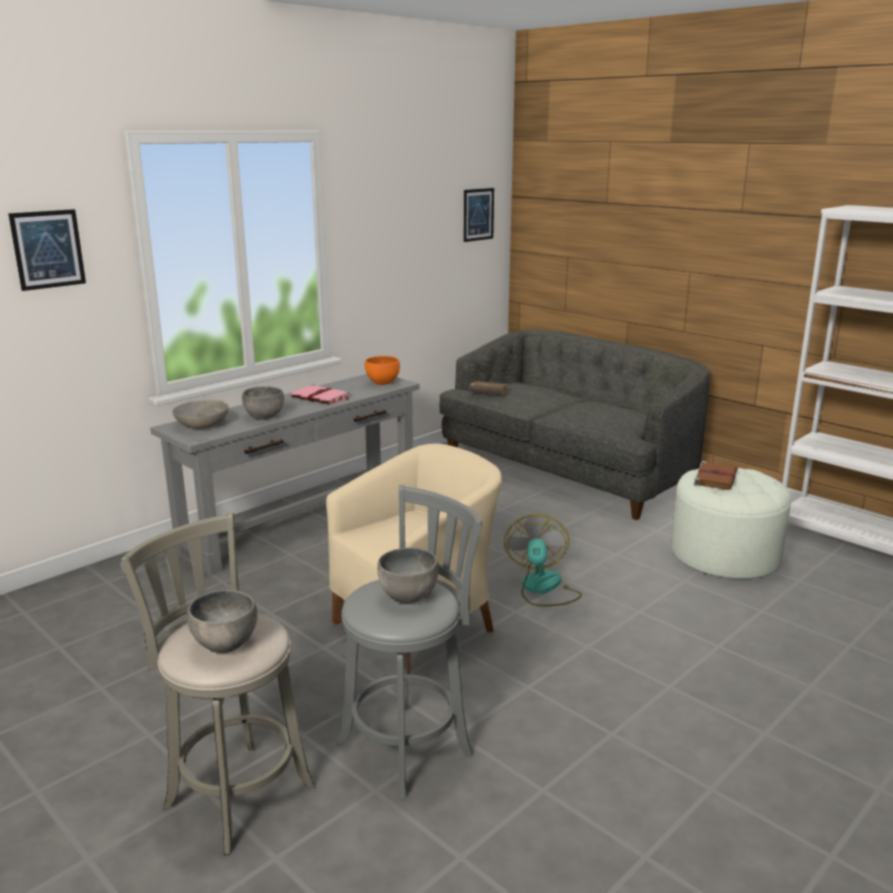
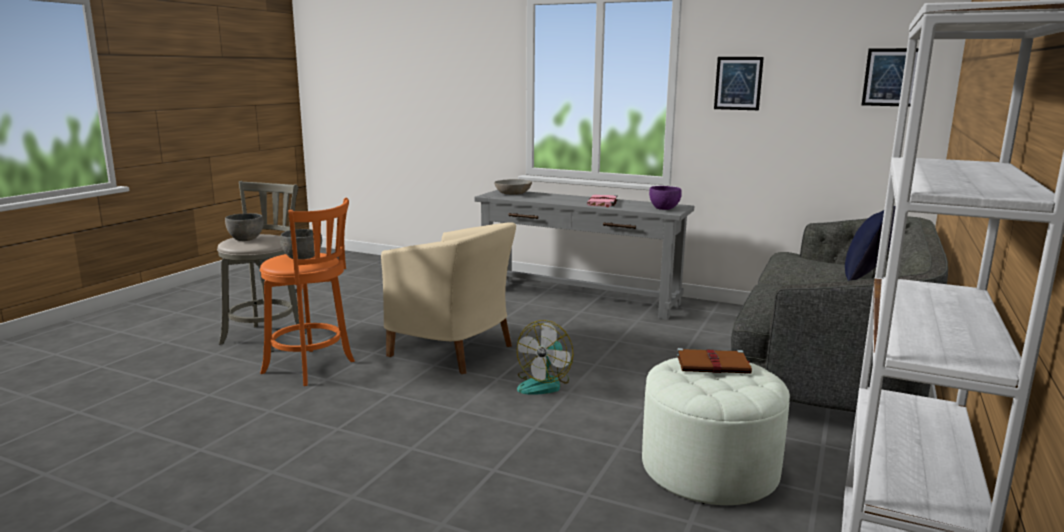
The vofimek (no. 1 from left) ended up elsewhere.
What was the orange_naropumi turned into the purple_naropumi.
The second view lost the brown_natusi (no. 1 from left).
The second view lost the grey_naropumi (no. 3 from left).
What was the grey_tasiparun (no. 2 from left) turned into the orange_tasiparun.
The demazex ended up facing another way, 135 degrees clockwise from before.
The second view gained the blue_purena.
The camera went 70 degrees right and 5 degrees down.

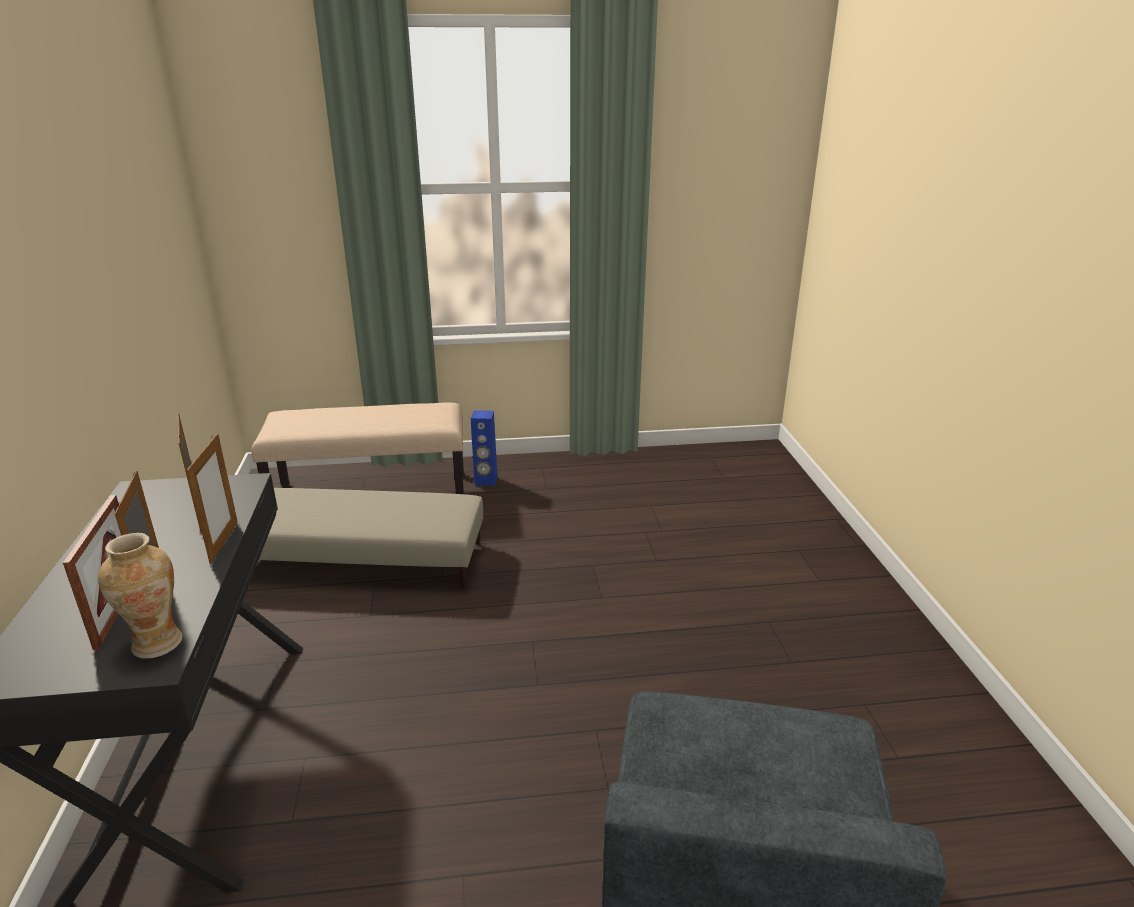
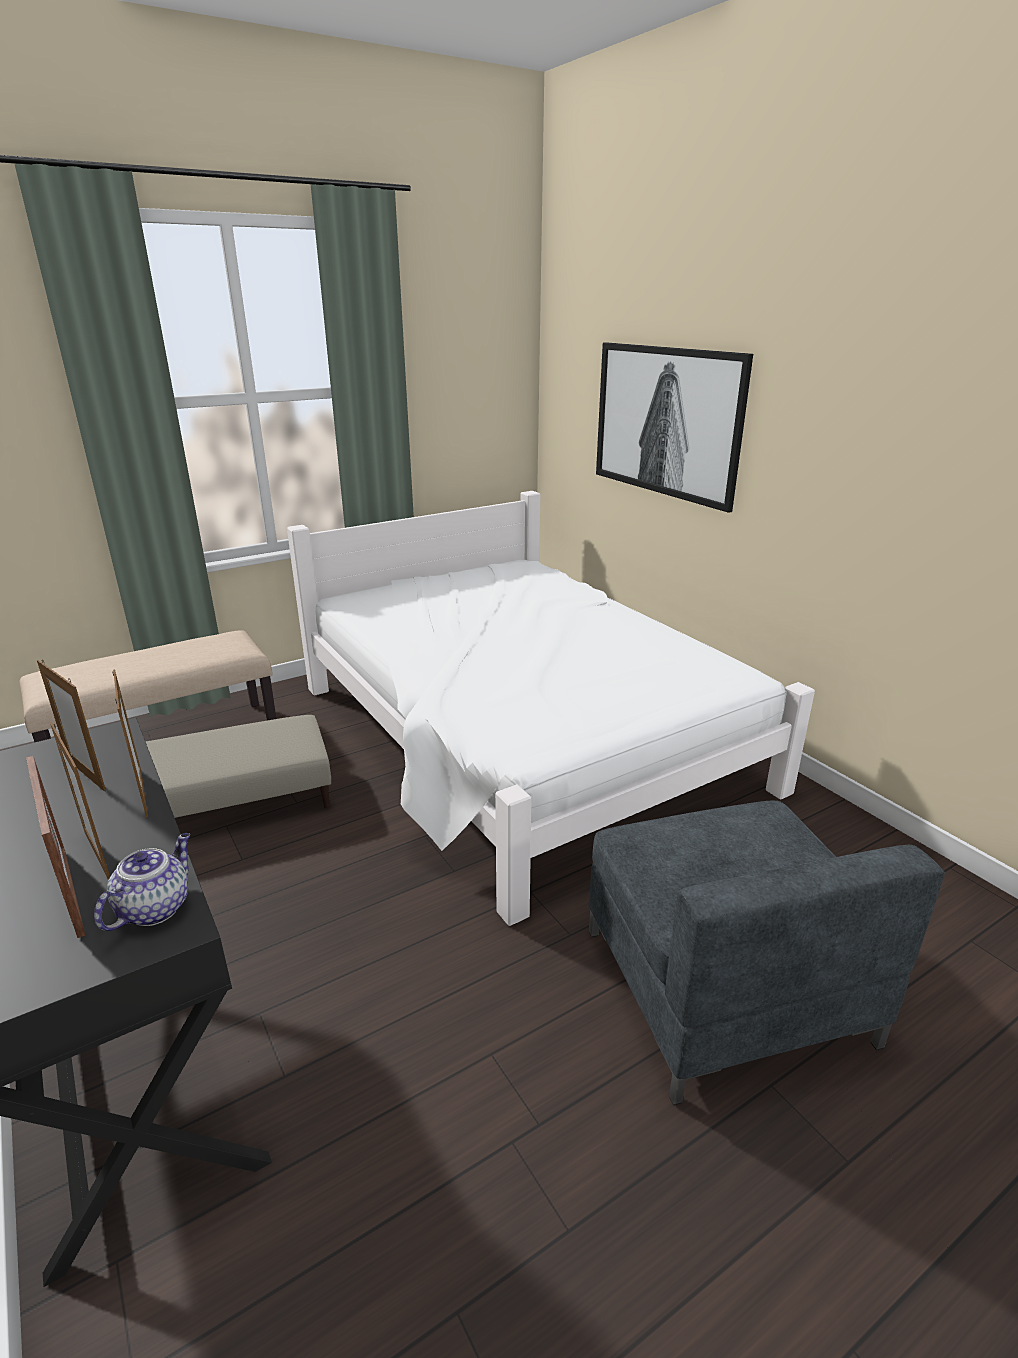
The second view lost the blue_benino.
Where the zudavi stood, the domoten came to stand.
The second view gained the vofimek.
The second view gained the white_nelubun.
The camera went 25 degrees left and 0 degrees up.

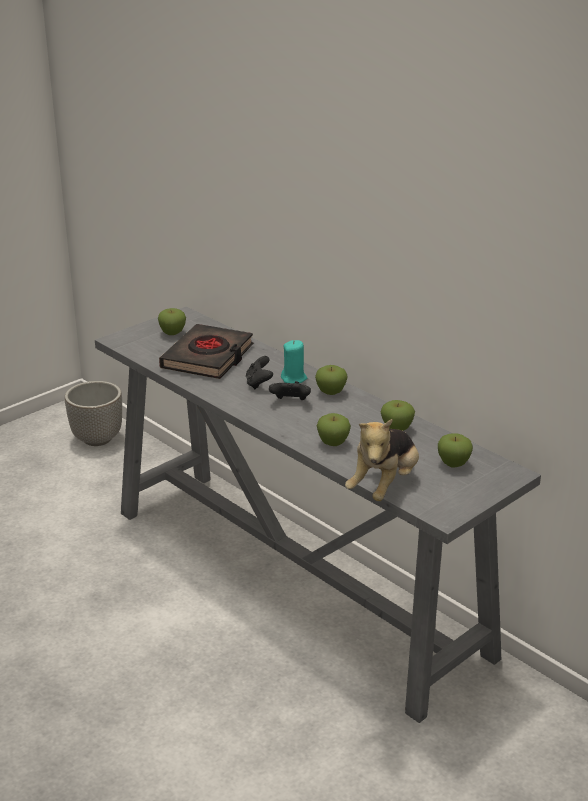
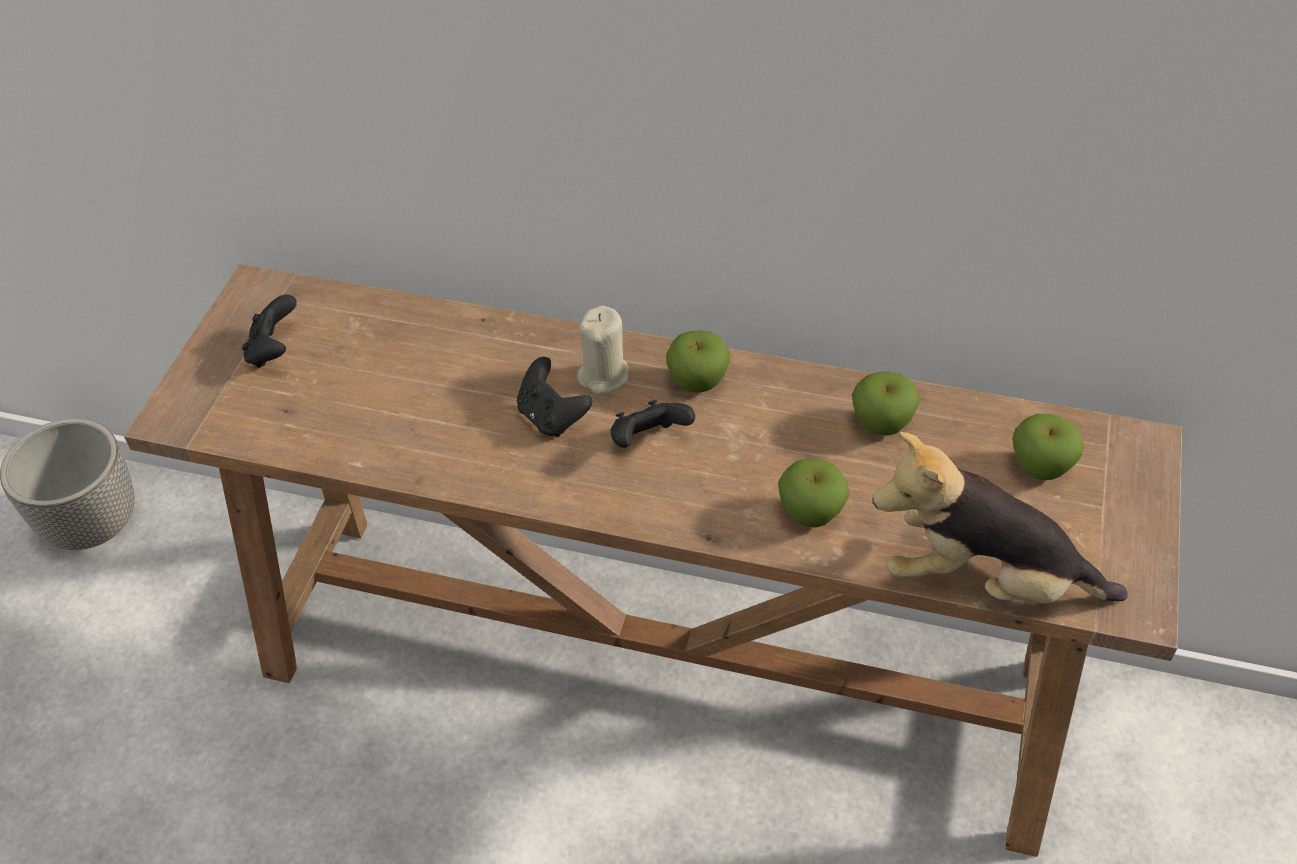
What was the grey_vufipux turned into the brown_vufipux.
Where the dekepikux (no. 1 from left) stood, the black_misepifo (no. 1 from left) came to stand.
The second view lost the black_natusi.
What was the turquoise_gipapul turned into the beige_gipapul.
The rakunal ended up facing another way, 105 degrees clockwise from before.
The camera went 30 degrees left and 20 degrees up.

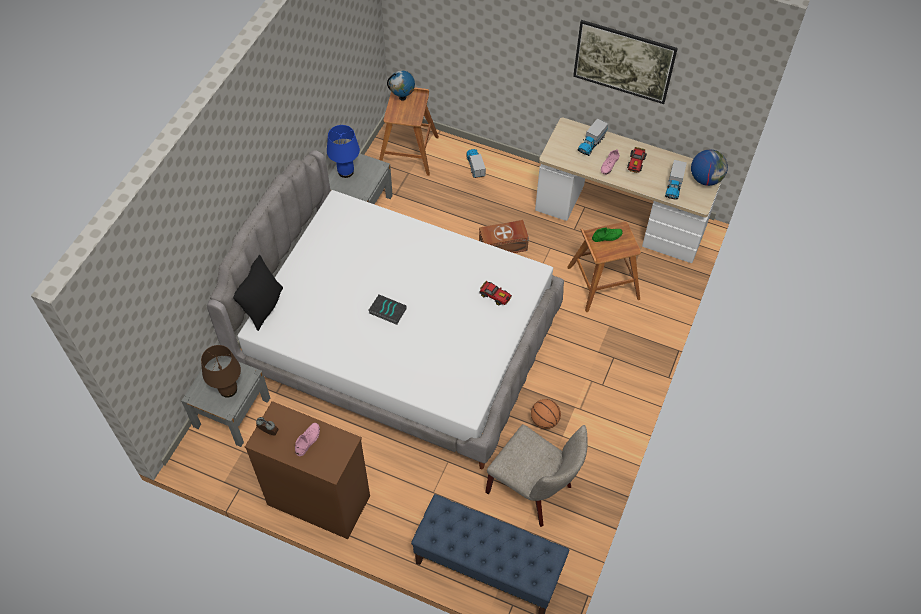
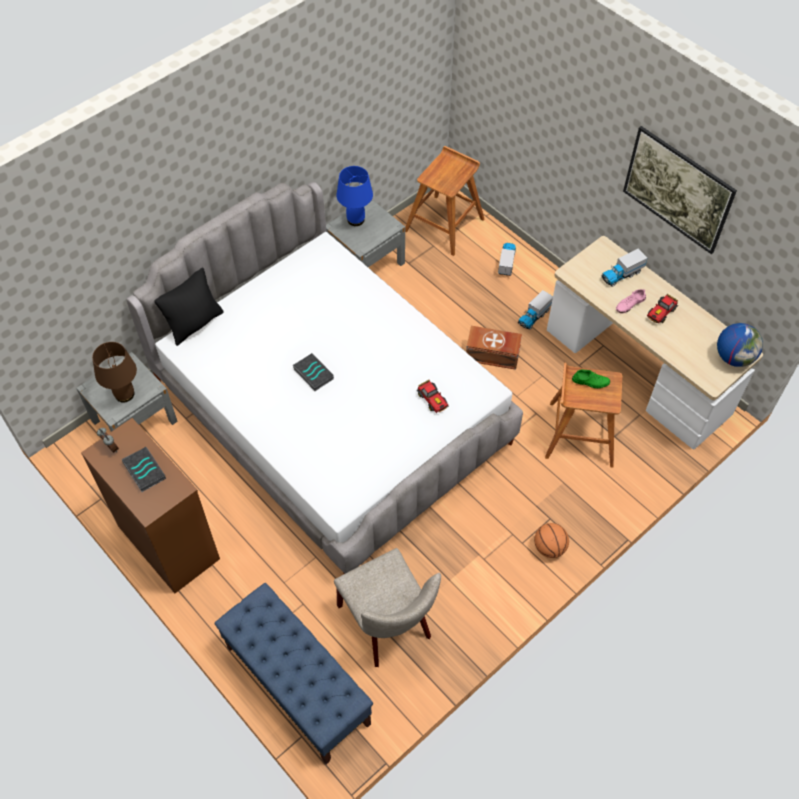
The second view lost the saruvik (no. 1 from left).
The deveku (no. 3 from left in the first image) ended up elsewhere.
The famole ended up elsewhere.
Where the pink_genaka (no. 1 from left) stood, the natusi (no. 1 from left) came to stand.
The camera went 25 degrees right and 0 degrees up.

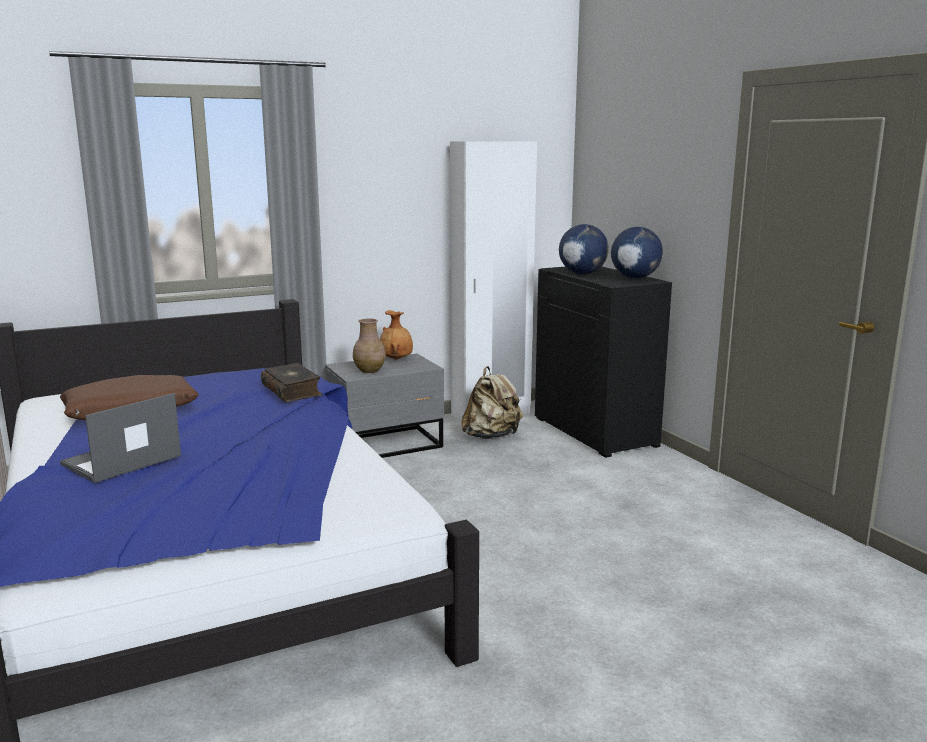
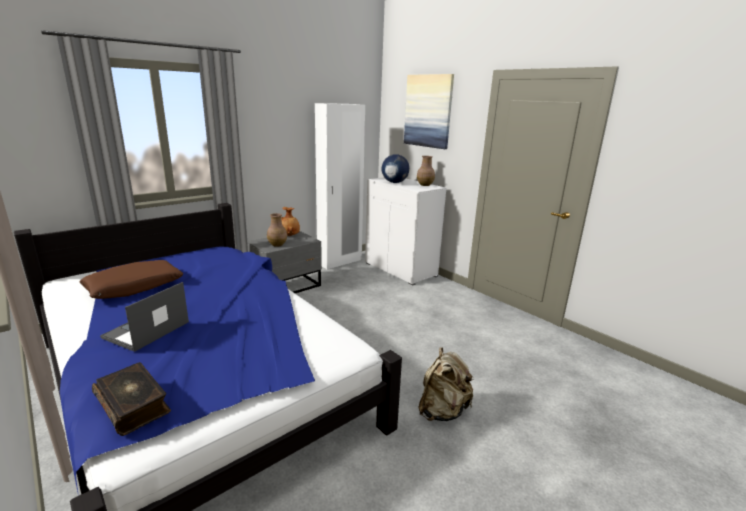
Where the saruvik (no. 2 from left) stood, the brown_zudavi (no. 3 from left) came to stand.
What was the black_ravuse turned into the white_ravuse.
The natusi ended up elsewhere.
The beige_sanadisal ended up elsewhere.
The second view gained the vofimek.
The camera went 15 degrees left and 5 degrees up.

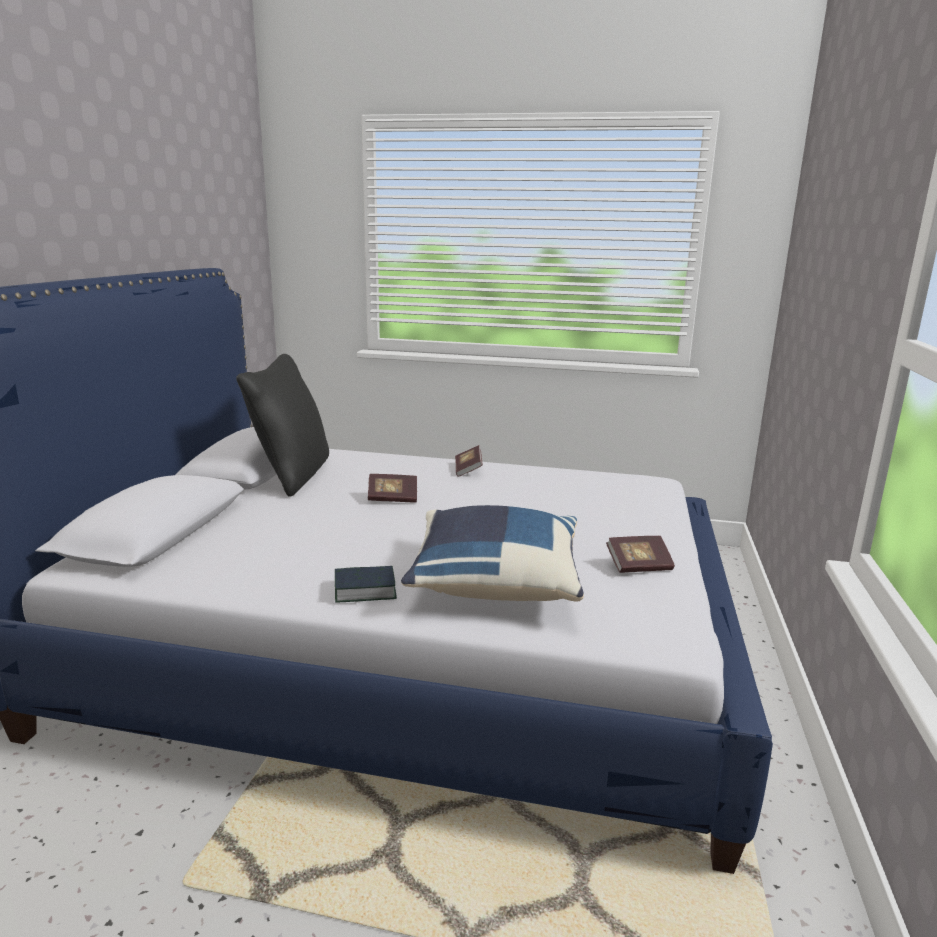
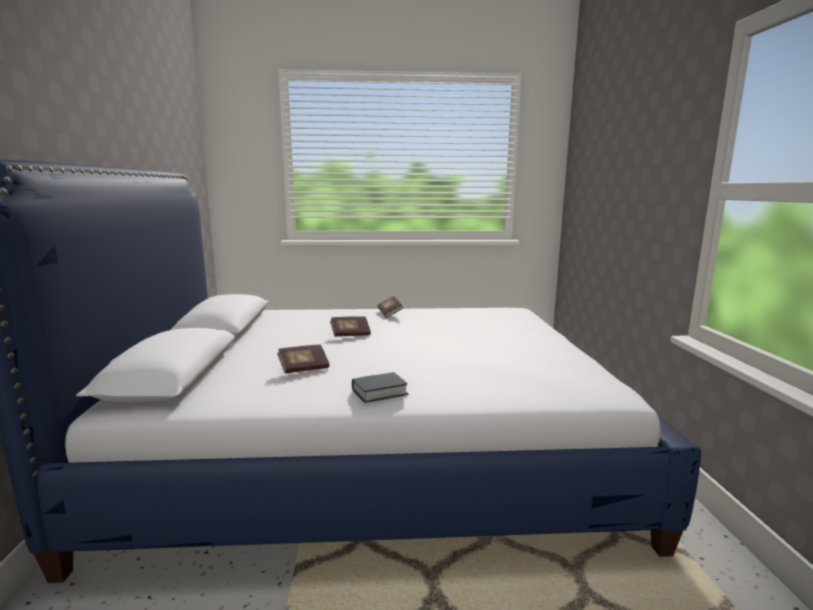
The second view lost the black_purena.
The second view lost the blue_purena.
The natusi (no. 4 from left in the first image) ended up elsewhere.
The camera went 15 degrees left and 5 degrees down.

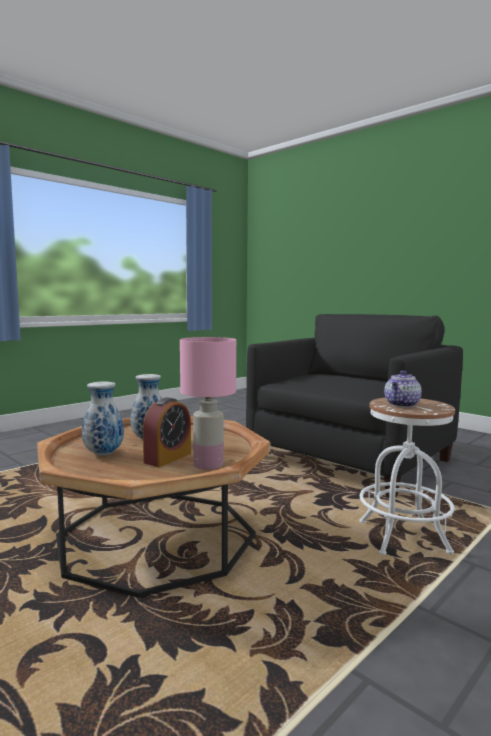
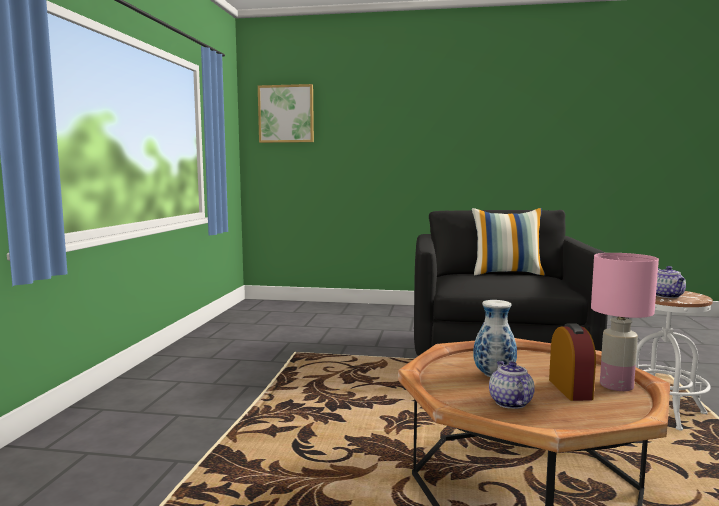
Where the zudavi (no. 1 from left) stood, the domoten (no. 1 from left) came to stand.
The second view gained the vofimek.
The second view gained the purena.
The camera went 35 degrees left and 0 degrees up.

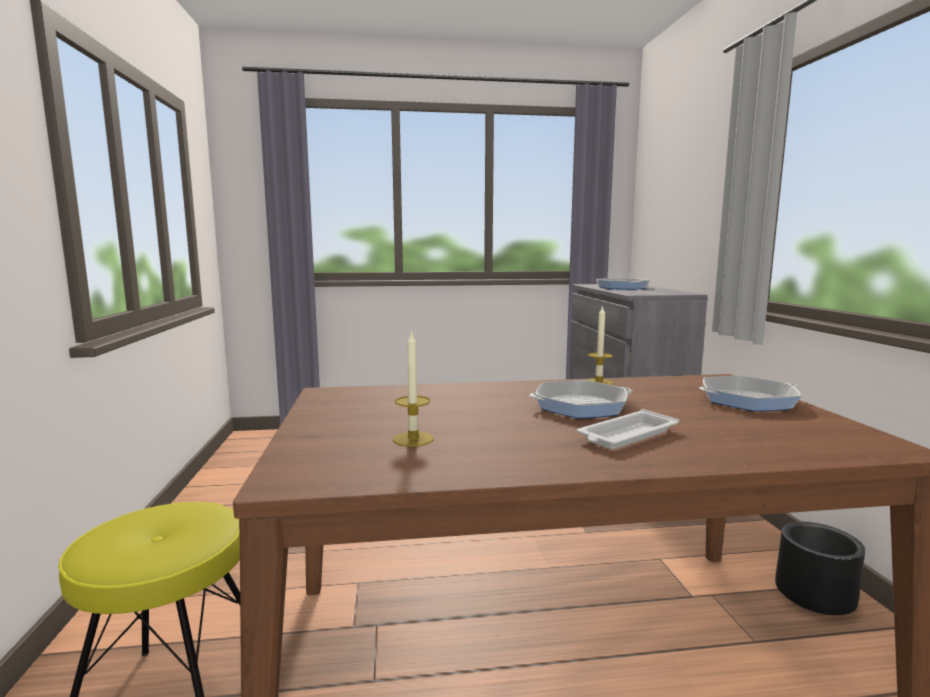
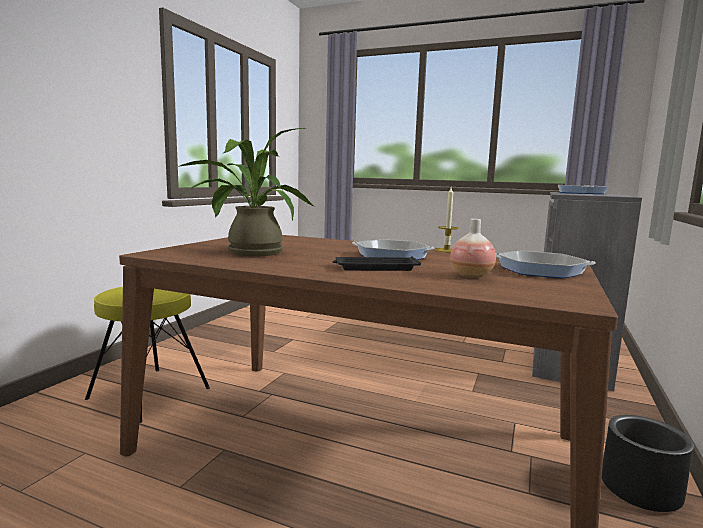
Where the gipapul (no. 1 from left) stood, the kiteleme came to stand.
What was the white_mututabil turned into the black_mututabil.
The second view gained the zudavi.
The camera went 30 degrees right and 0 degrees up.

